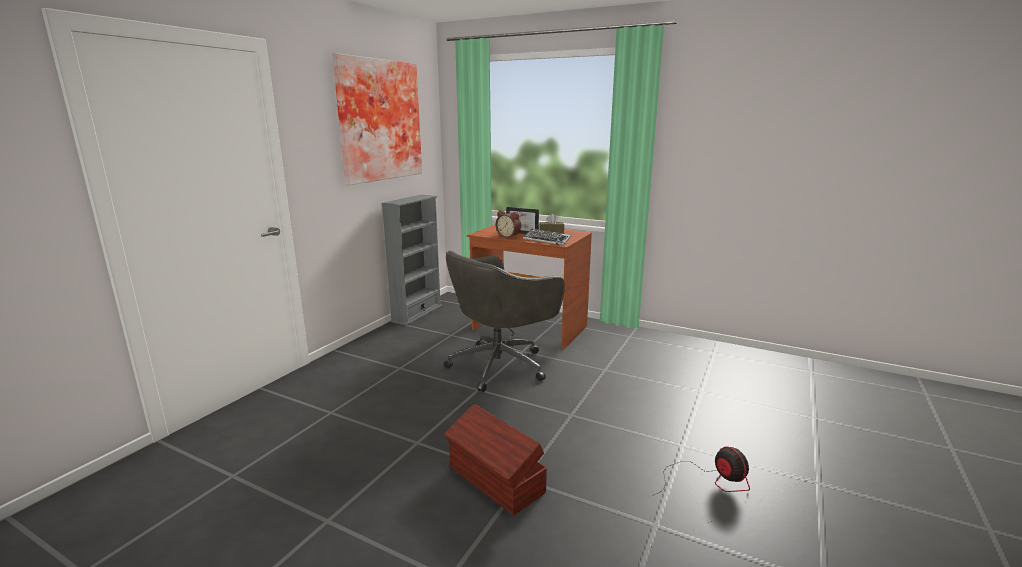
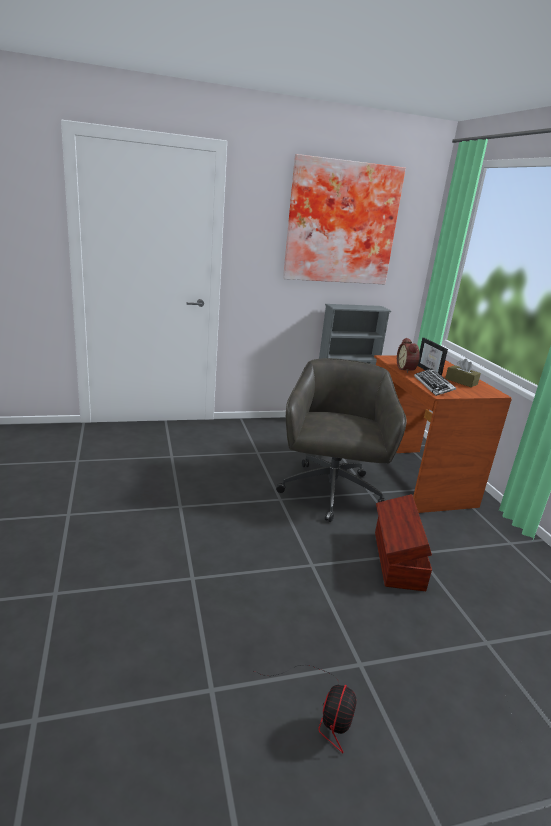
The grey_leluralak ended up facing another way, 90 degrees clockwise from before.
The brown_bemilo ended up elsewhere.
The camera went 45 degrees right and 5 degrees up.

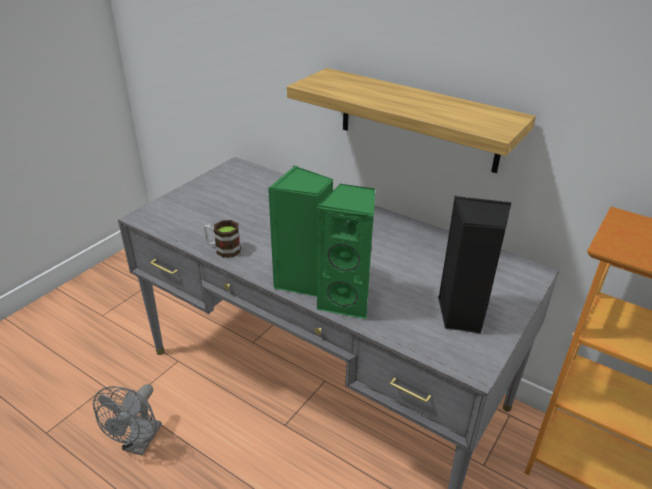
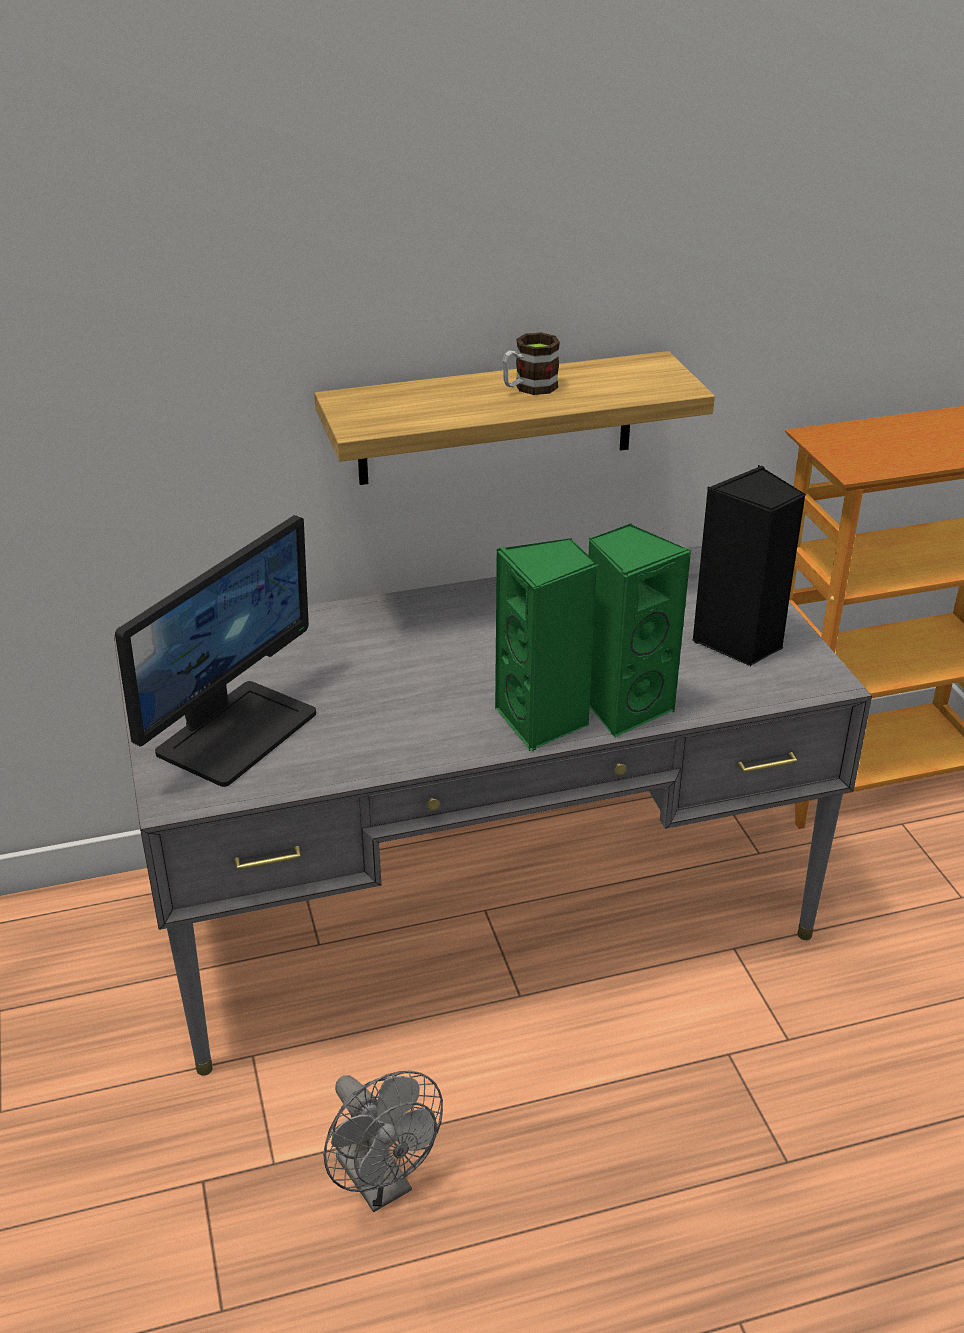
The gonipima ended up elsewhere.
The second view gained the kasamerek.
The camera went 50 degrees left and 0 degrees up.

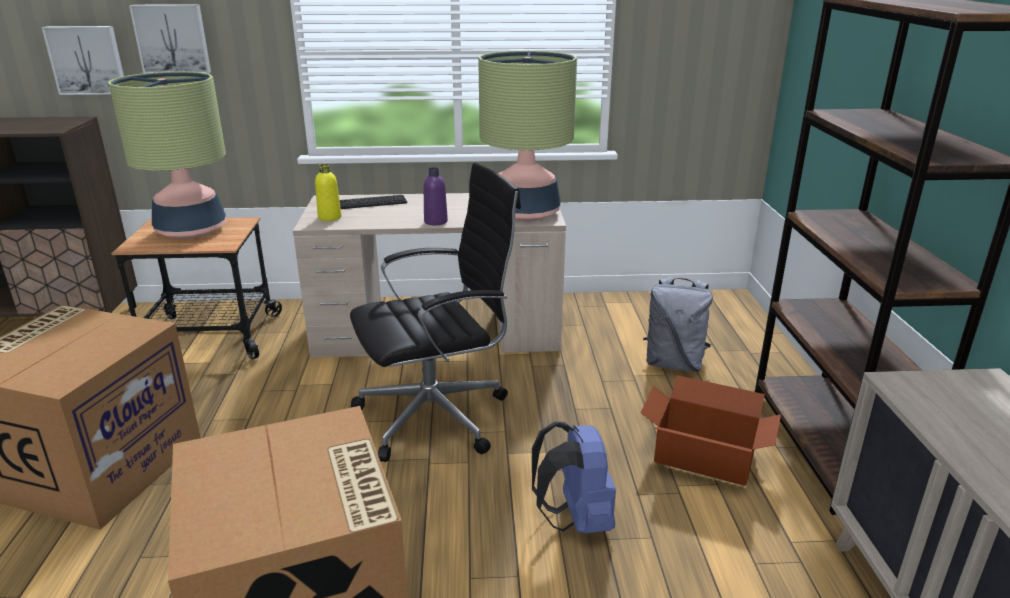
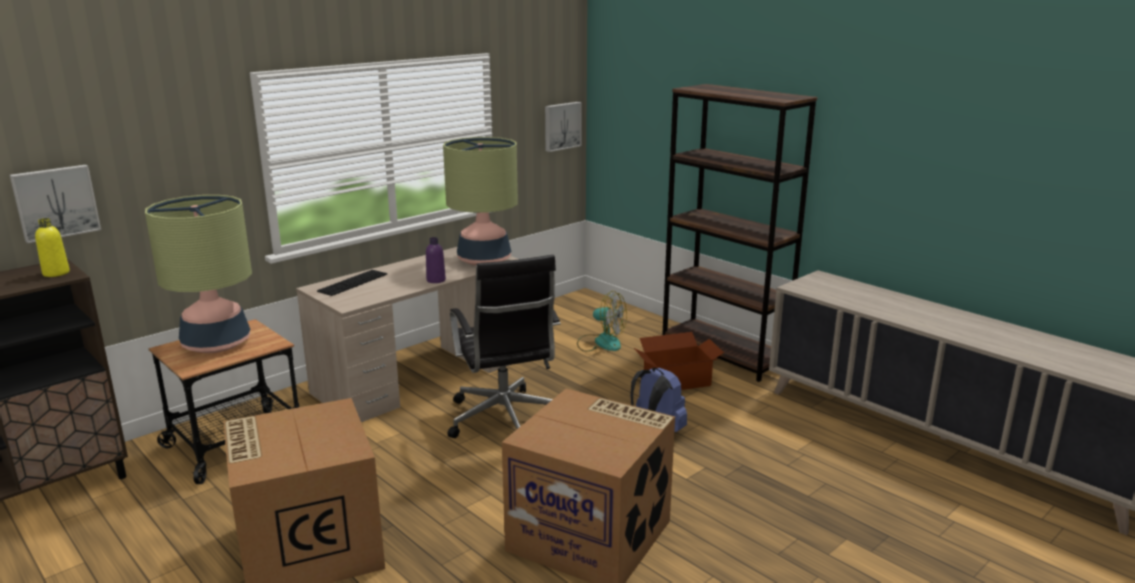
The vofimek (no. 2 from left) ended up elsewhere.
The black_leluralak ended up facing another way, 135 degrees clockwise from before.
The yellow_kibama ended up elsewhere.
Where the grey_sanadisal stood, the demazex came to stand.
The camera went 40 degrees left and 5 degrees down.

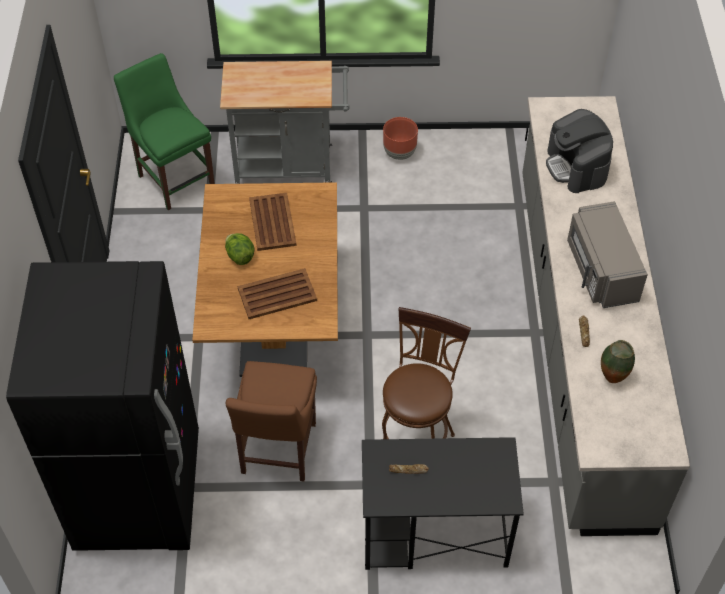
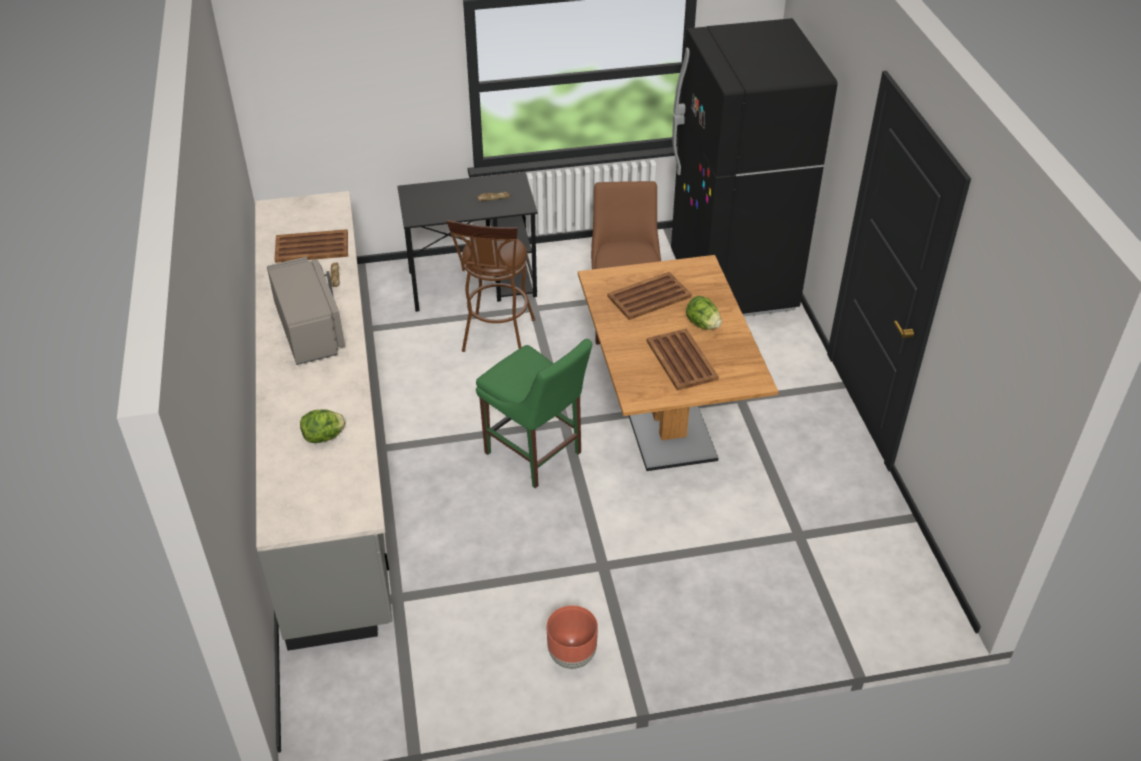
The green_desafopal ended up elsewhere.
The second view lost the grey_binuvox.
Where the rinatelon stood, the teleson (no. 1 from left) came to stand.
Where the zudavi stood, the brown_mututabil (no. 1 from left) came to stand.
The camera went 170 degrees right and 10 degrees down.

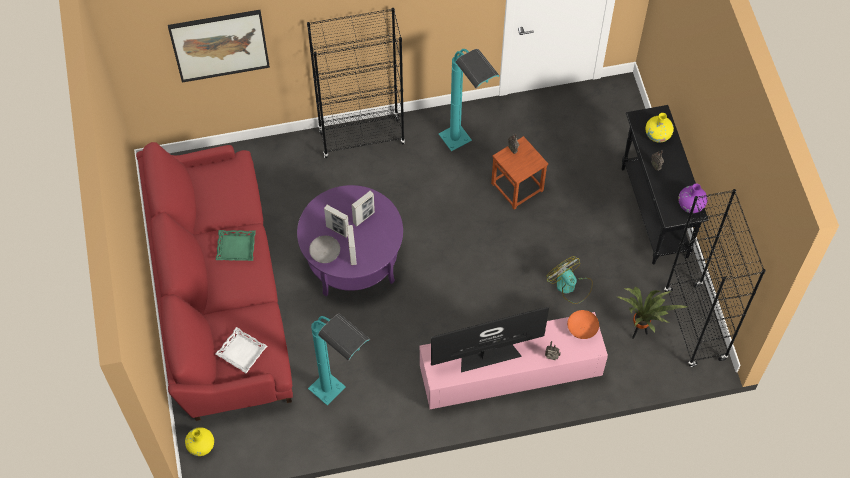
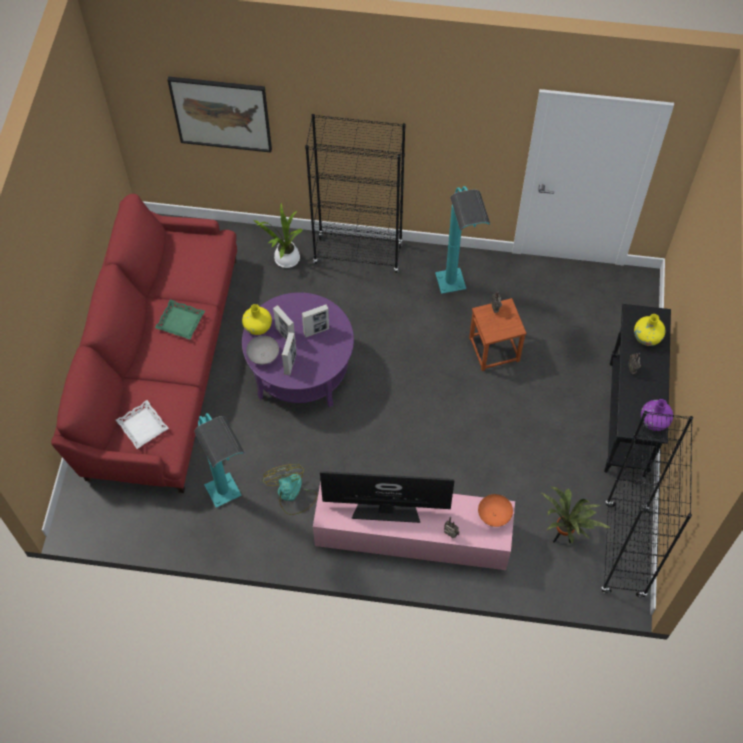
The demazex ended up elsewhere.
The yellow_zudavi (no. 1 from left) ended up elsewhere.
The second view gained the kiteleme (no. 1 from left).
The camera went 20 degrees right and 0 degrees up.

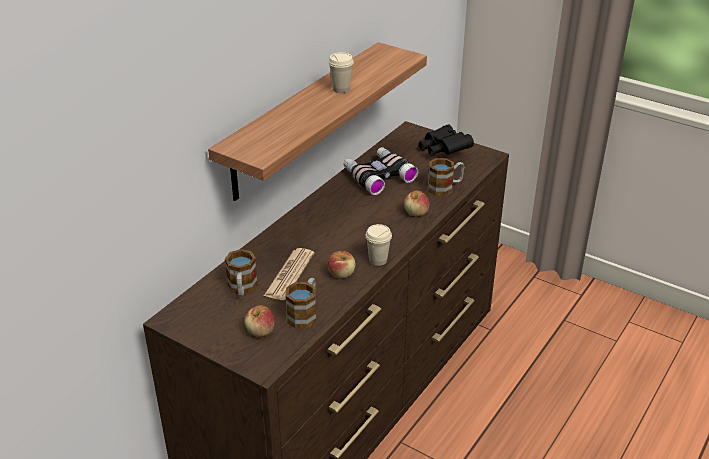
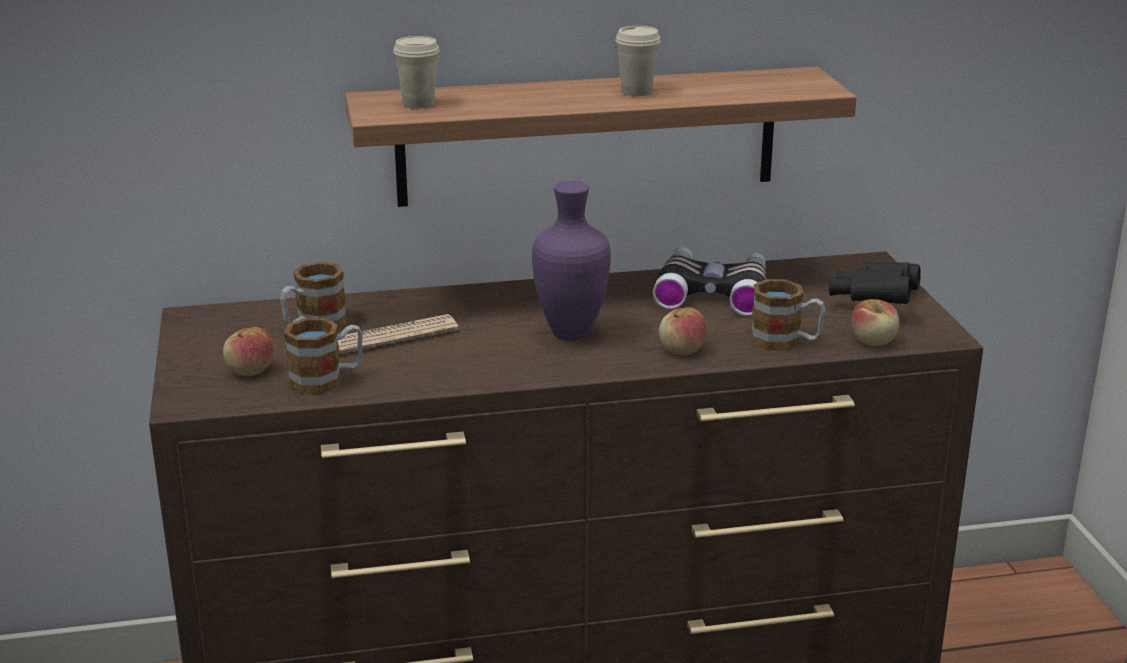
The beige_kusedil (no. 2 from left in the first image) ended up elsewhere.
The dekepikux (no. 2 from left in the first image) ended up elsewhere.
The second view gained the purple_zudavi.
The camera went 45 degrees right and 10 degrees down.

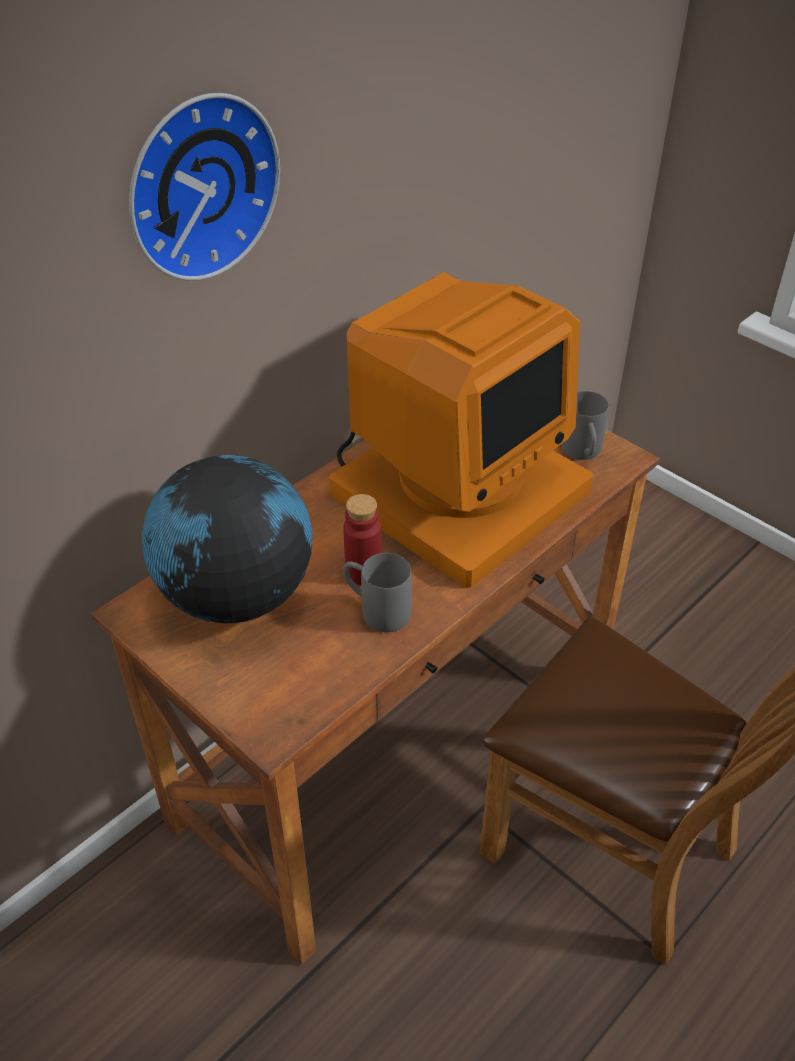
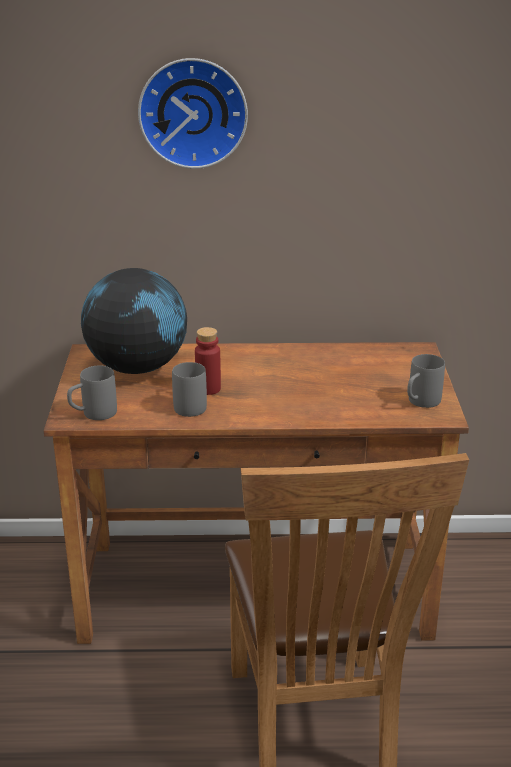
The second view lost the kasamerek.
The second view gained the grey_gonipima (no. 1 from left).
The camera went 45 degrees right and 15 degrees down.

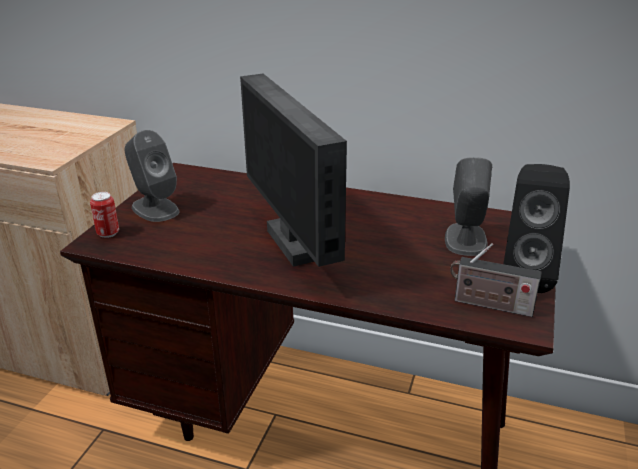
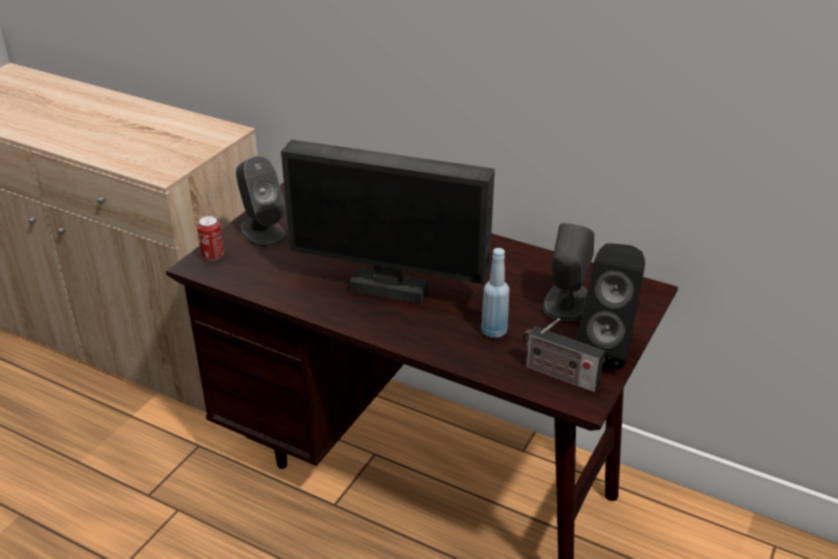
The kasamerek ended up facing another way, 60 degrees counterclockwise from before.
The second view gained the blue_kibama.
The camera went 10 degrees right and 5 degrees up.

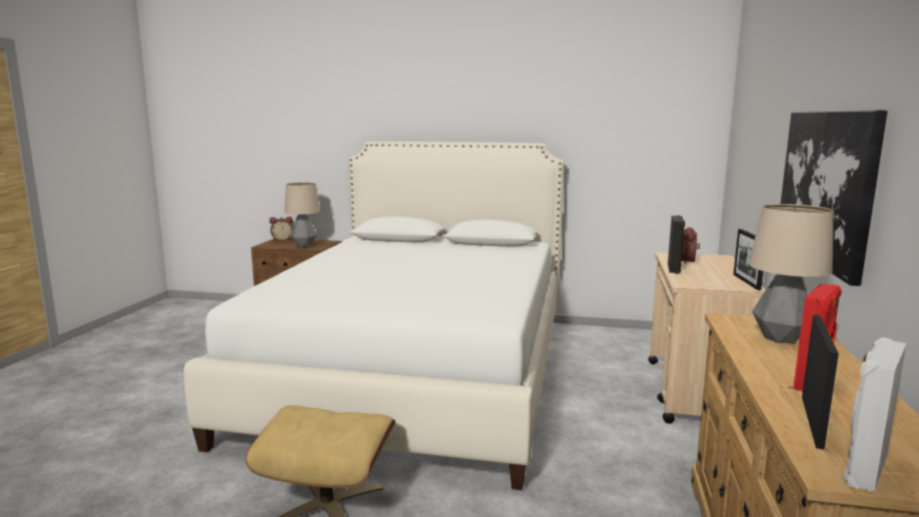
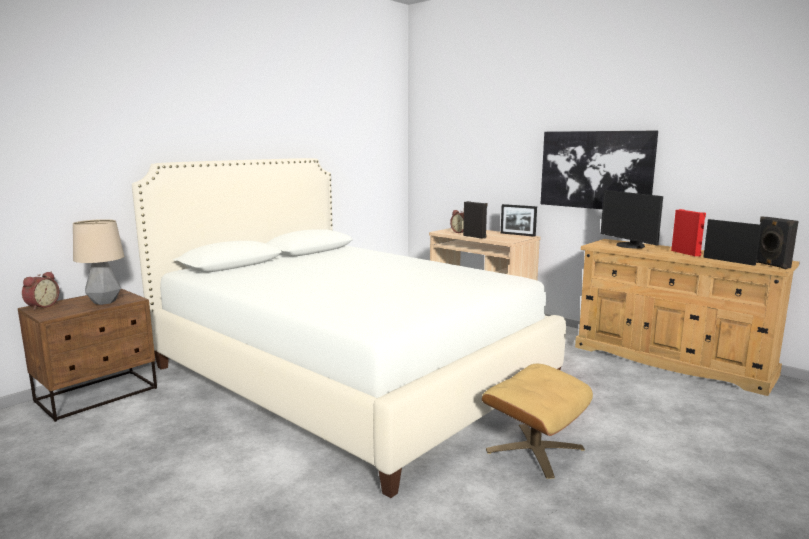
Where the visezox (no. 2 from left) stood, the kasamerek came to stand.
What was the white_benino turned into the black_benino (no. 2 from left).
The camera went 60 degrees left and 0 degrees up.

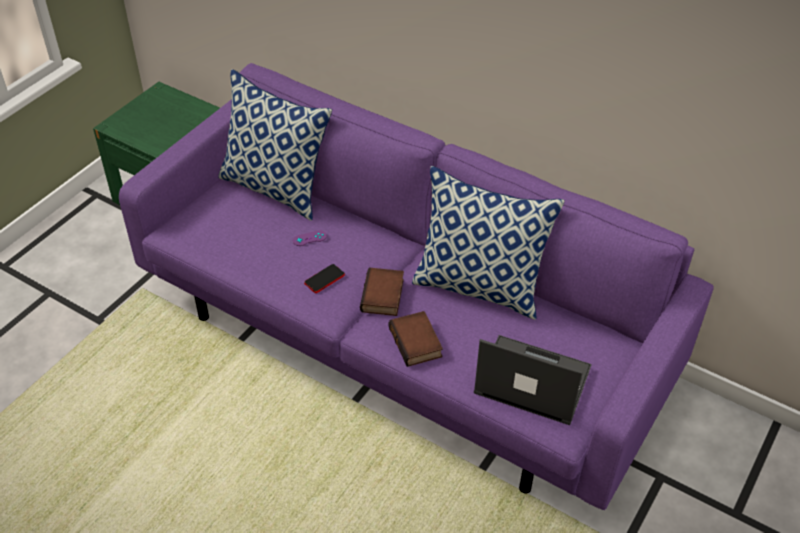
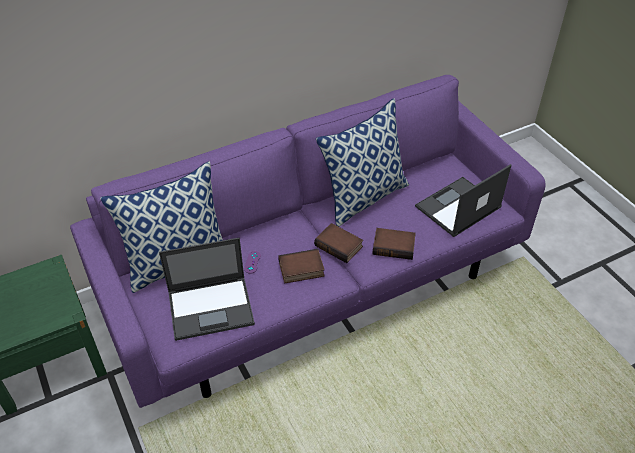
Where the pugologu stood, the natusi (no. 1 from left) came to stand.
The second view gained the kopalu (no. 1 from left).
The camera went 60 degrees left and 0 degrees up.

